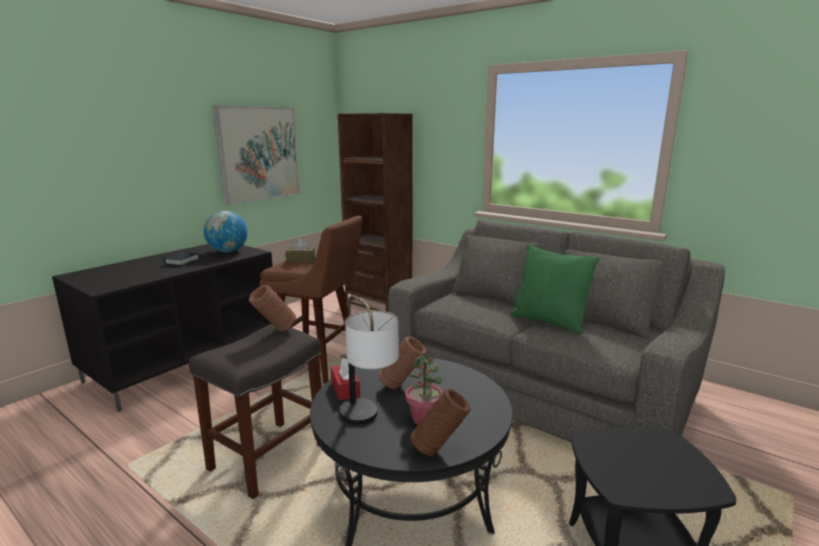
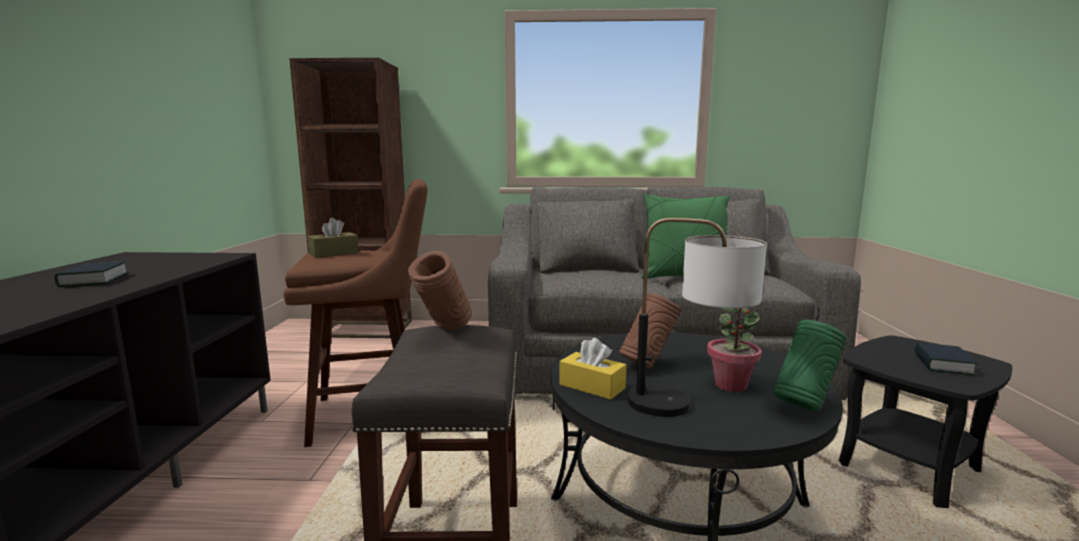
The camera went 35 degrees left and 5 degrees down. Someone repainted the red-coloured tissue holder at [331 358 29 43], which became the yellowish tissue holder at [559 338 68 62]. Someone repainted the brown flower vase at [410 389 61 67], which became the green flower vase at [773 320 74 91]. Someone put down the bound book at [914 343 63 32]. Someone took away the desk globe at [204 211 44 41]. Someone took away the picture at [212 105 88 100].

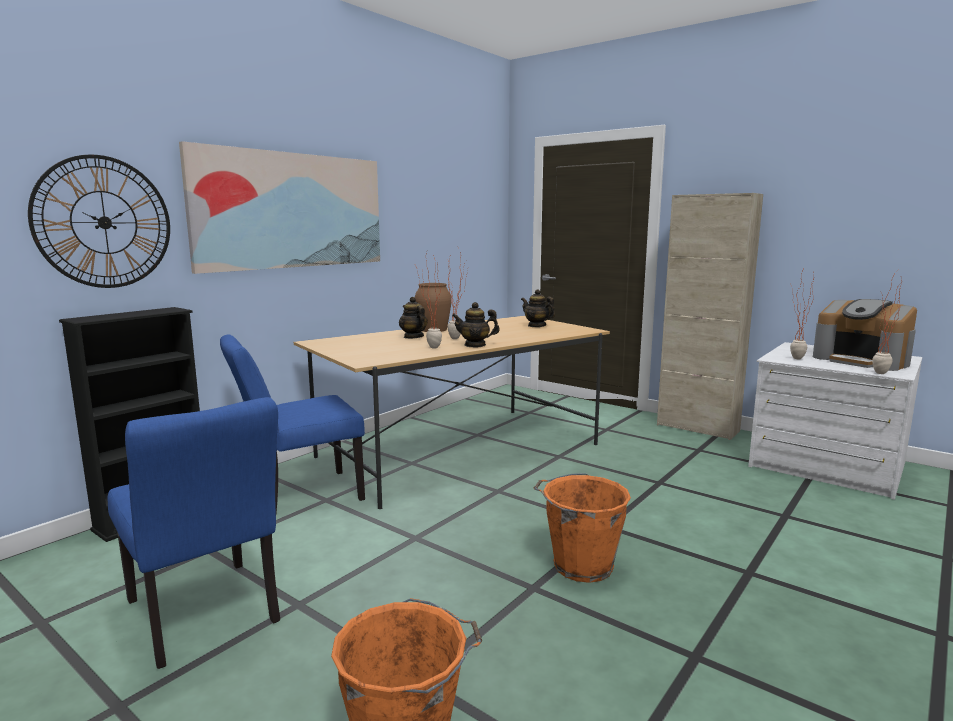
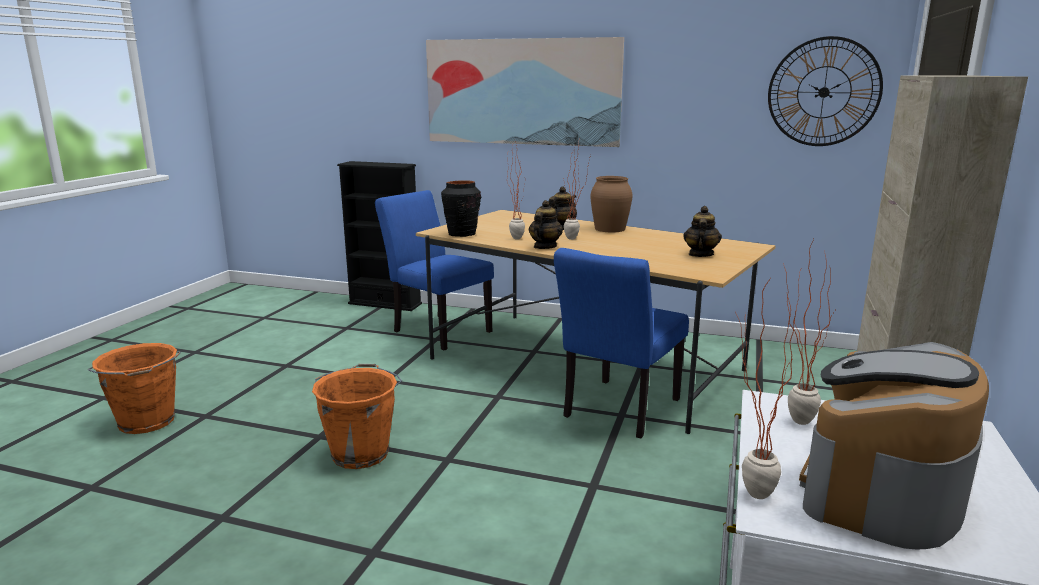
The camera went 70 degrees right and 5 degrees up. Someone put down the black flower vase at [441 180 40 57]. Someone rotated the teapot at [452 302 48 46] by 45 degrees clockwise. Someone carried the blue-coloured plain chair from [108 397 172 272] to [554 248 135 190]. Someone carried the wall clock from [28 154 142 134] to [768 36 115 110].

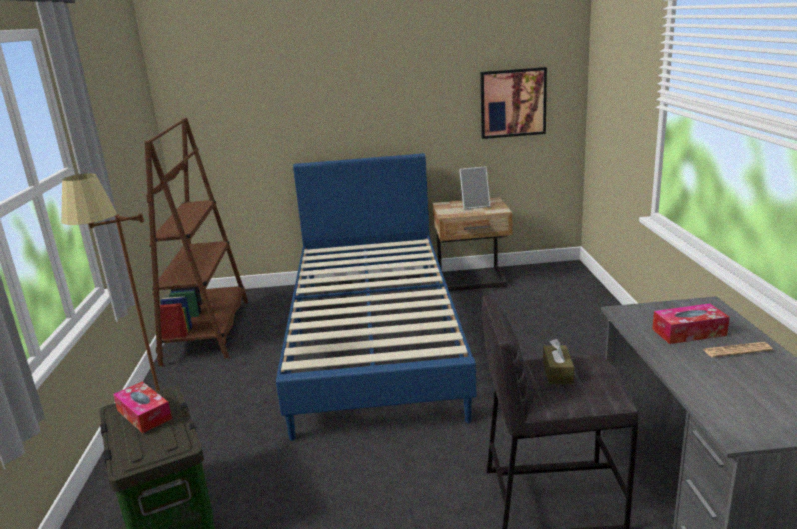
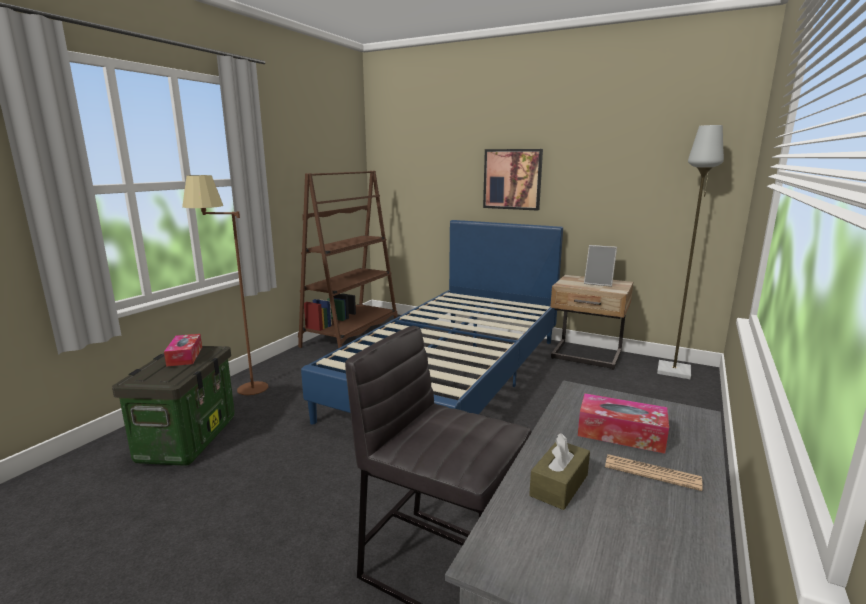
The camera went 30 degrees right and 5 degrees down. Someone carried the picture from [480 67 67 72] to [483 149 60 62]. Someone carried the brown tissue holder from [543 339 31 45] to [529 433 61 77]. Someone put down the greyish floor lamp at [657 125 67 254].

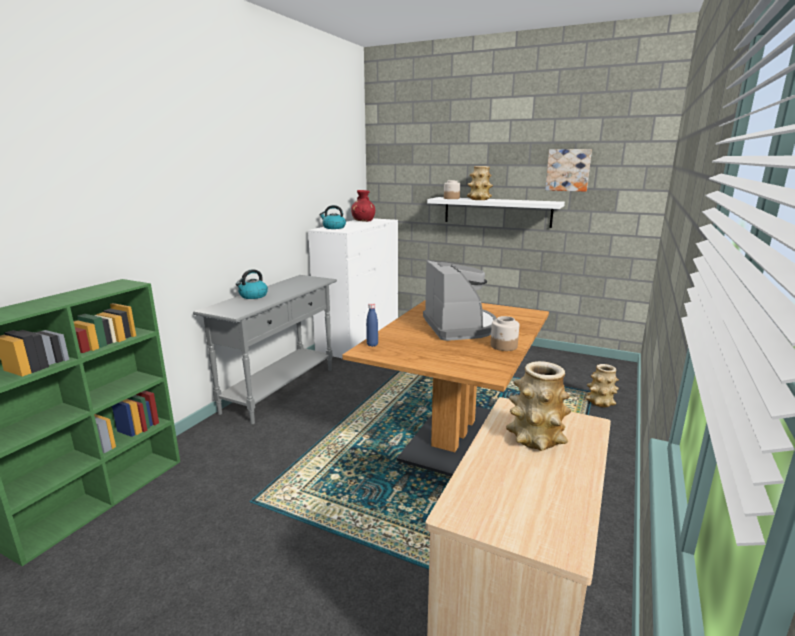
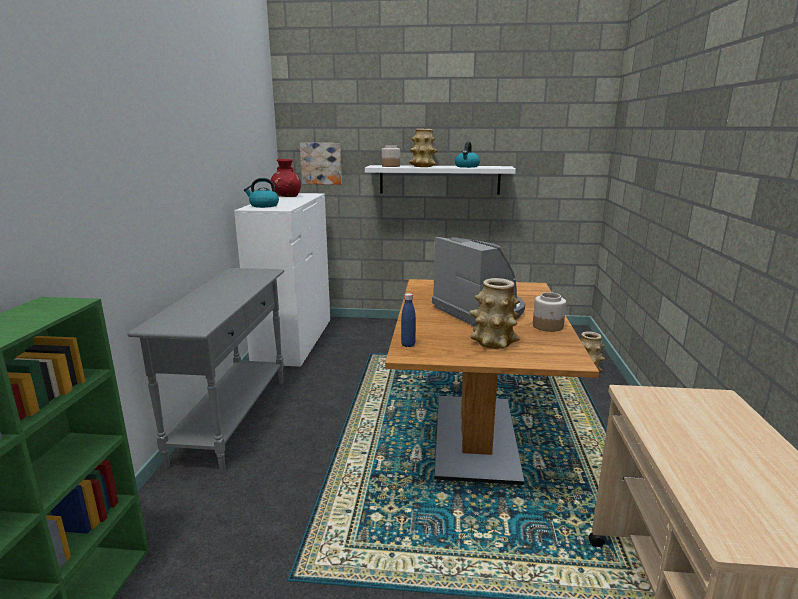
The camera went 20 degrees left and 0 degrees up. Someone carried the picture from [545 149 47 43] to [300 143 42 42]. Someone carried the tea kettle from [236 269 32 30] to [455 142 25 26]. Someone carried the flower vase from [506 361 65 90] to [469 278 51 71].

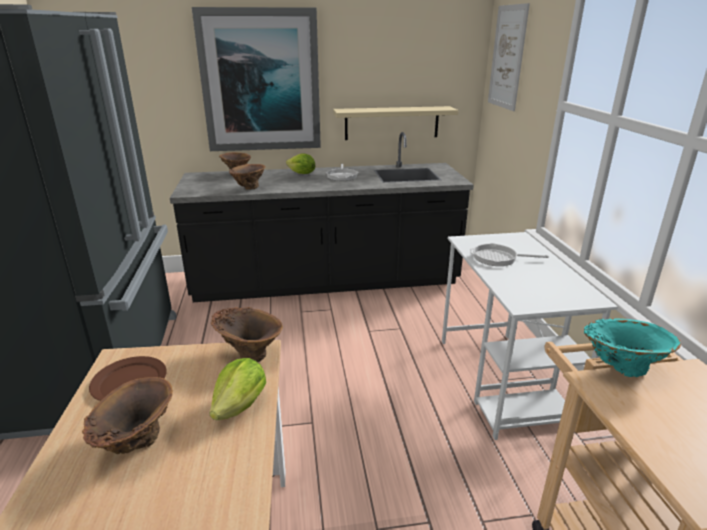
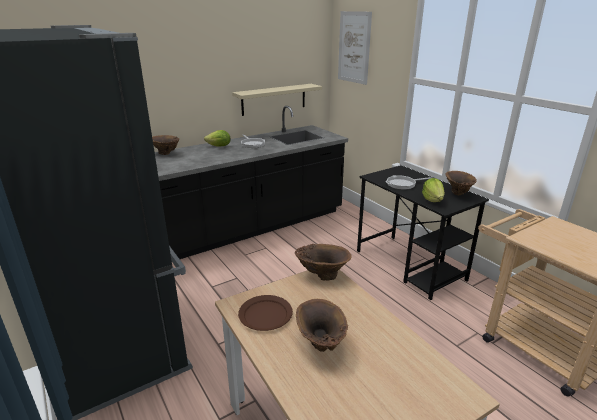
The camera went 25 degrees left and 0 degrees up. Someone repainted the whitish desk unit at [442 232 176 208], which became the black desk unit at [357 165 132 135]. Someone carried the lettuce from [210 358 56 62] to [422 178 23 24]. Someone carried the brown flower vase from [229 164 37 26] to [445 171 32 24]. Someone took away the picture at [192 7 129 144]. Someone took away the turquoise flower vase at [584 318 97 59].

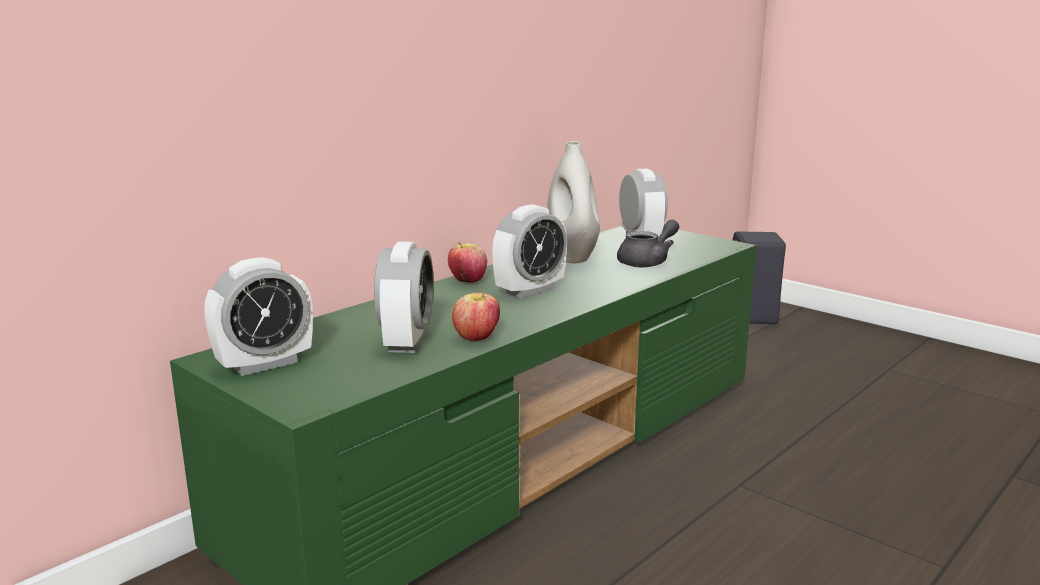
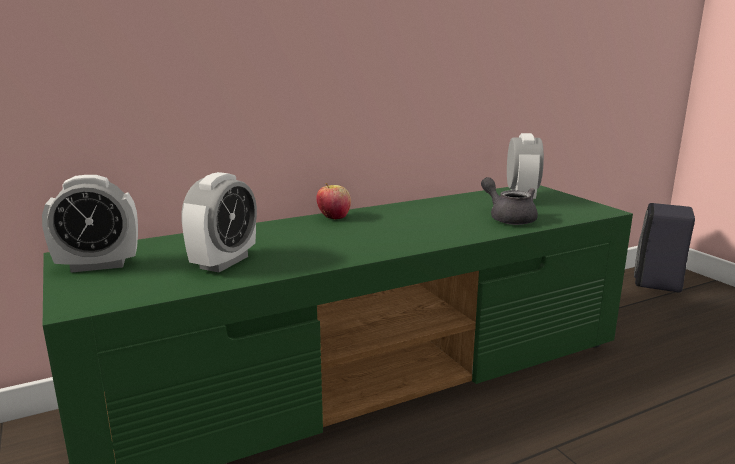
The camera went 20 degrees right and 0 degrees up. Someone rotated the greyish teapot at [617 219 62 48] by 105 degrees counterclockwise. Someone took away the whole apple at [452 293 48 48]. Someone took away the alarm clock at [492 204 75 95]. Someone took away the whitish flower vase at [547 141 53 122].

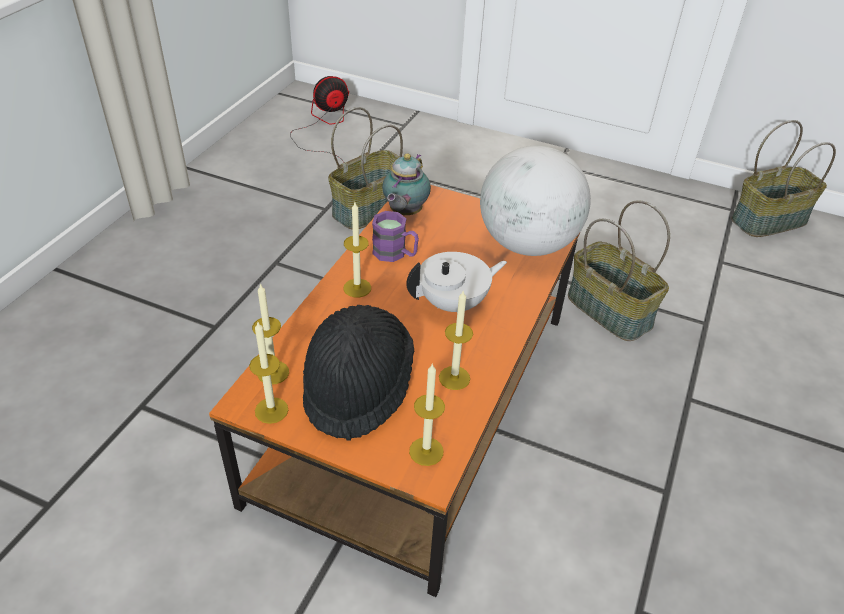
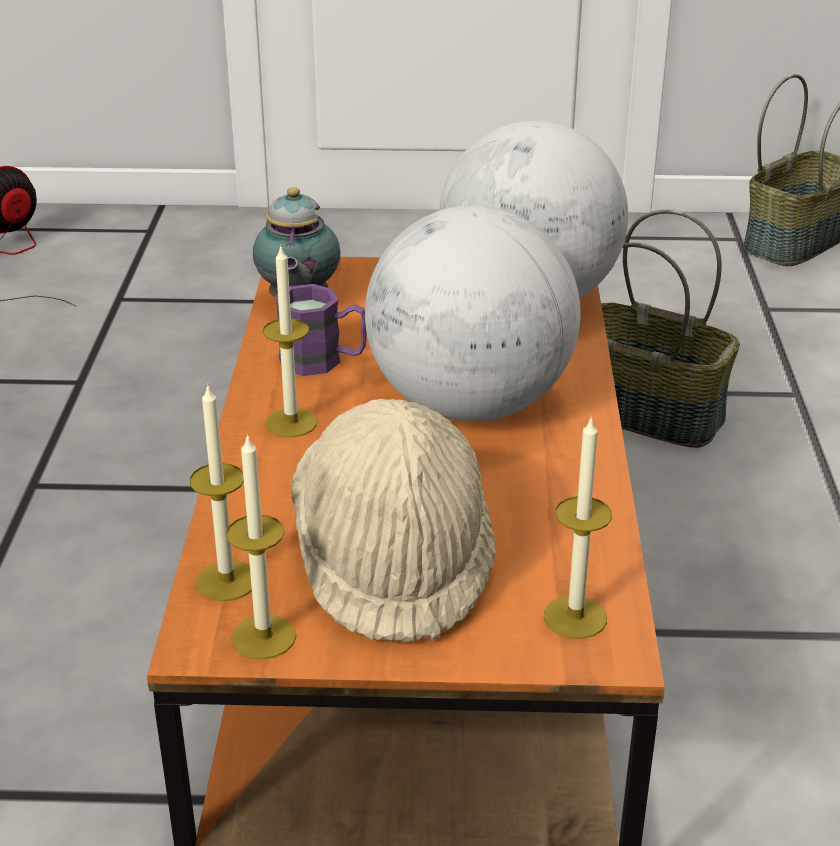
The camera went 20 degrees left and 10 degrees down. Someone repainted the black clothing hat at [303 305 111 136], which became the beige-coloured clothing hat at [291 399 205 243]. Someone swapped the whitish teapot at [406 252 101 60] for the desk globe at [365 205 215 217]. Someone took away the storage basket at [328 107 75 123]. Someone took away the wax candle at [439 291 34 99].

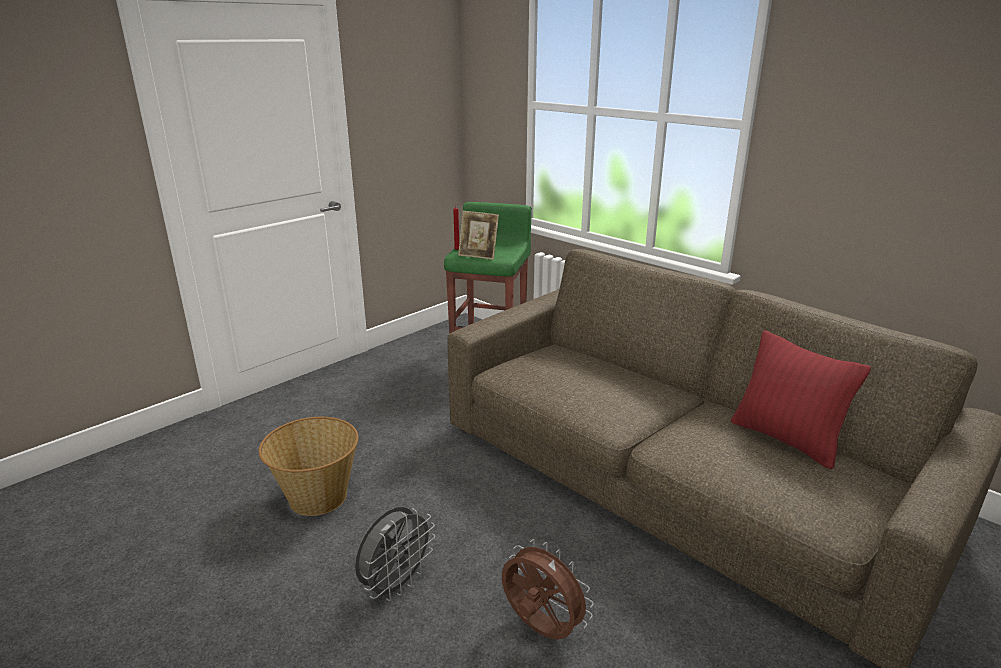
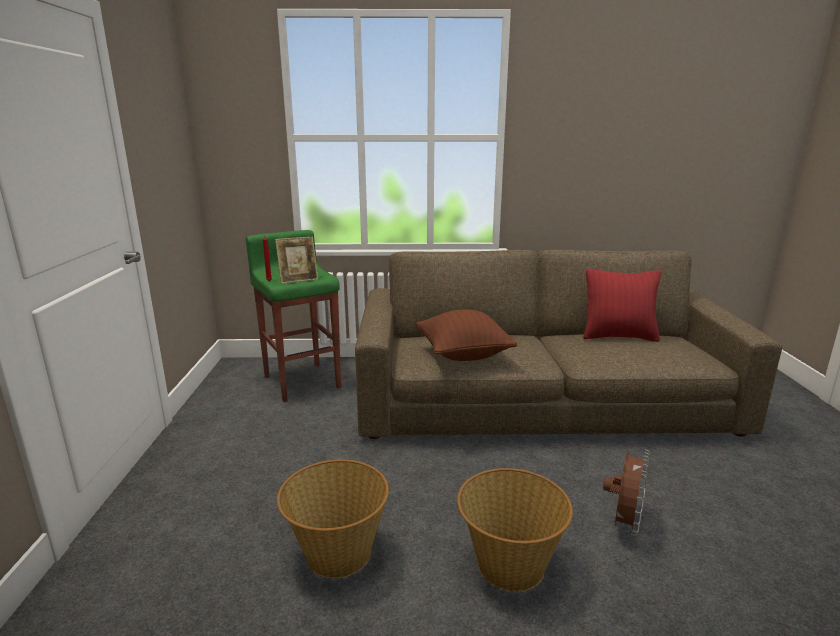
The camera went 45 degrees left and 5 degrees down. Someone put down the brown throw pillow at [416 309 101 52]. Someone swapped the greyish electric fan at [355 507 80 94] for the storage basket at [457 468 116 123]. Someone rotated the brown electric fan at [502 539 92 101] by 120 degrees clockwise.

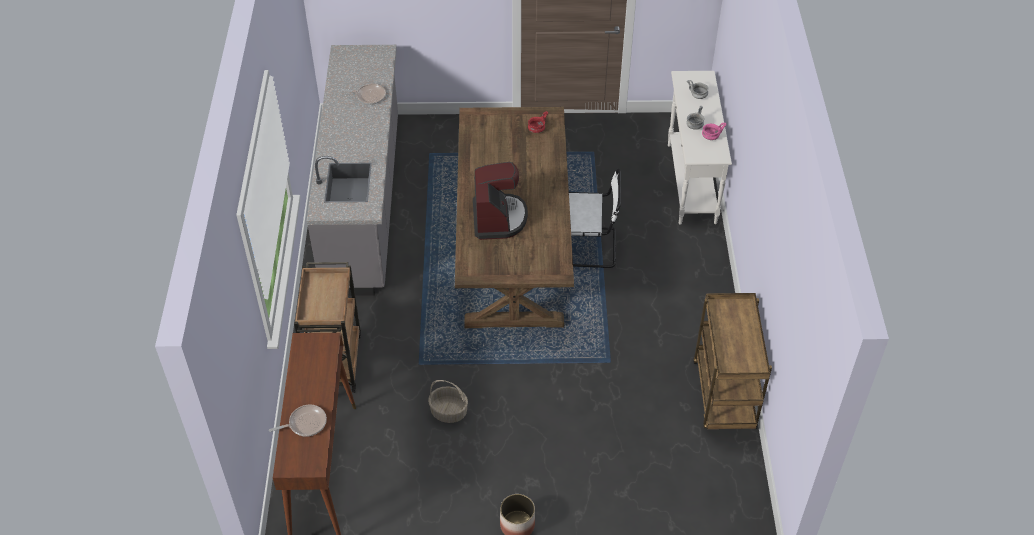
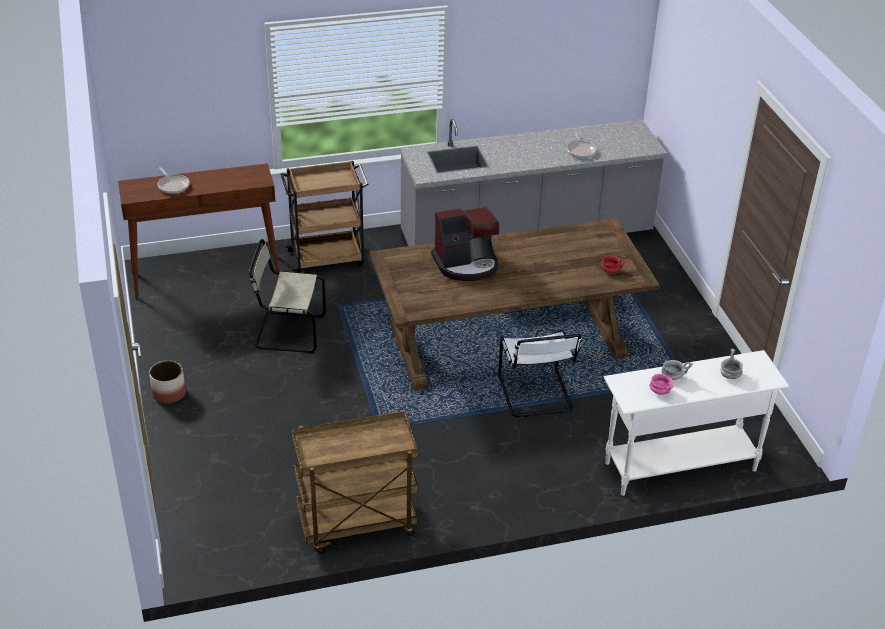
The camera went 75 degrees right and 10 degrees down. Someone swapped the storage basket at [428 380 40 43] for the beige-coloured plain chair at [249 239 77 115].

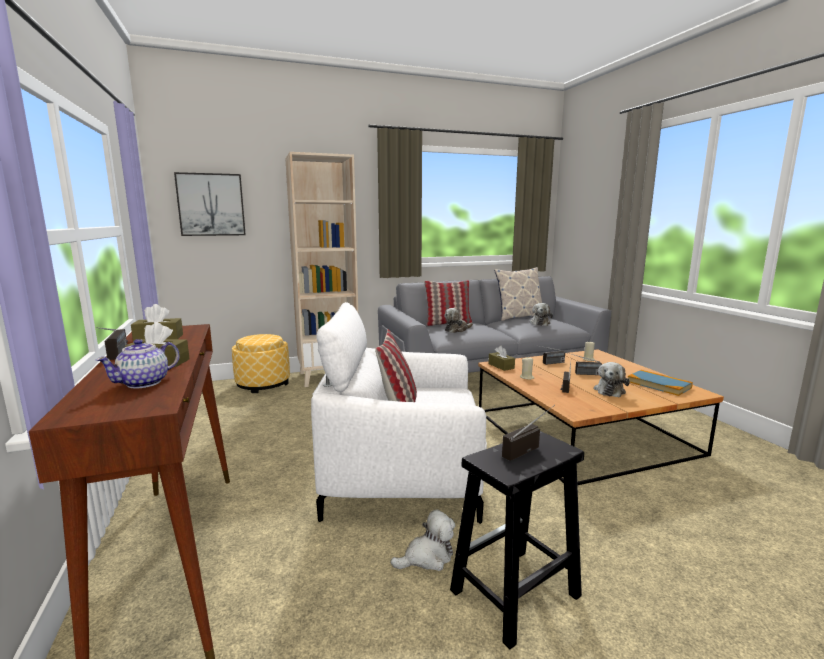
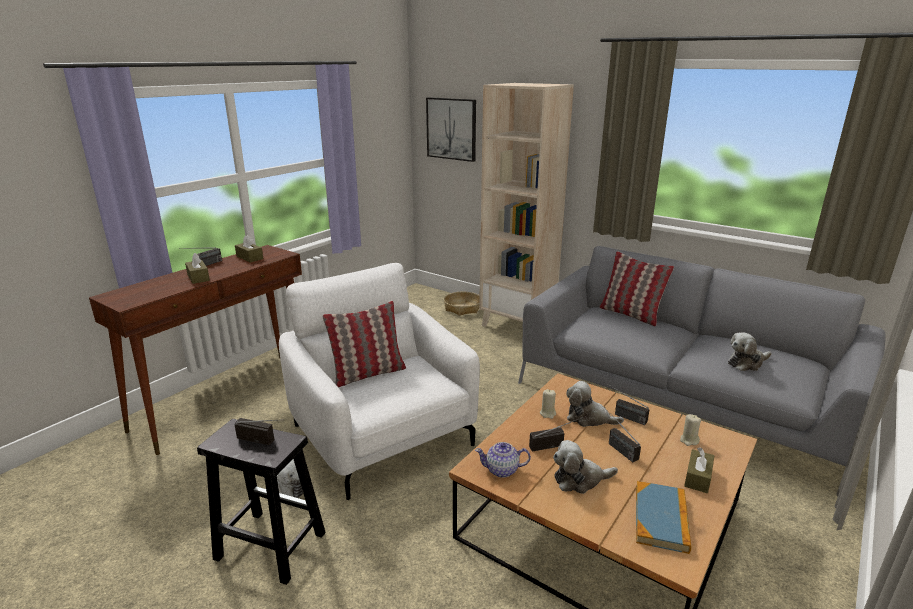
The camera went 55 degrees right and 10 degrees up. Someone swapped the pouffe at [232 334 58 59] for the storage basket at [444 292 36 24]. Someone carried the teapot from [96 339 84 50] to [475 442 56 36]. Someone carried the plush toy from [445 308 28 25] to [566 381 58 46]. Someone carried the brown tissue holder from [488 346 27 25] to [684 447 30 46]. Someone took away the throw pillow at [494 267 48 54].

